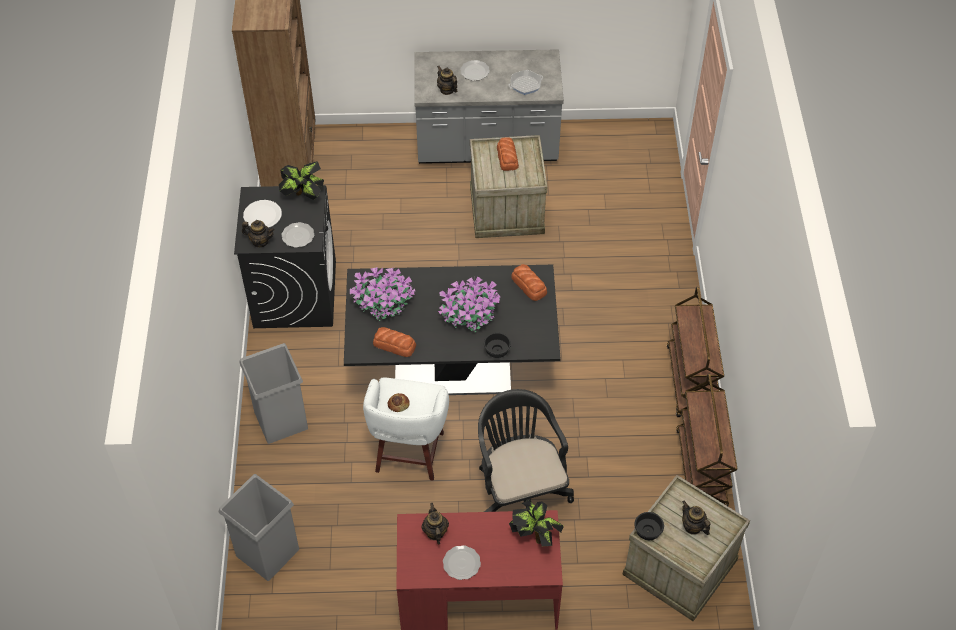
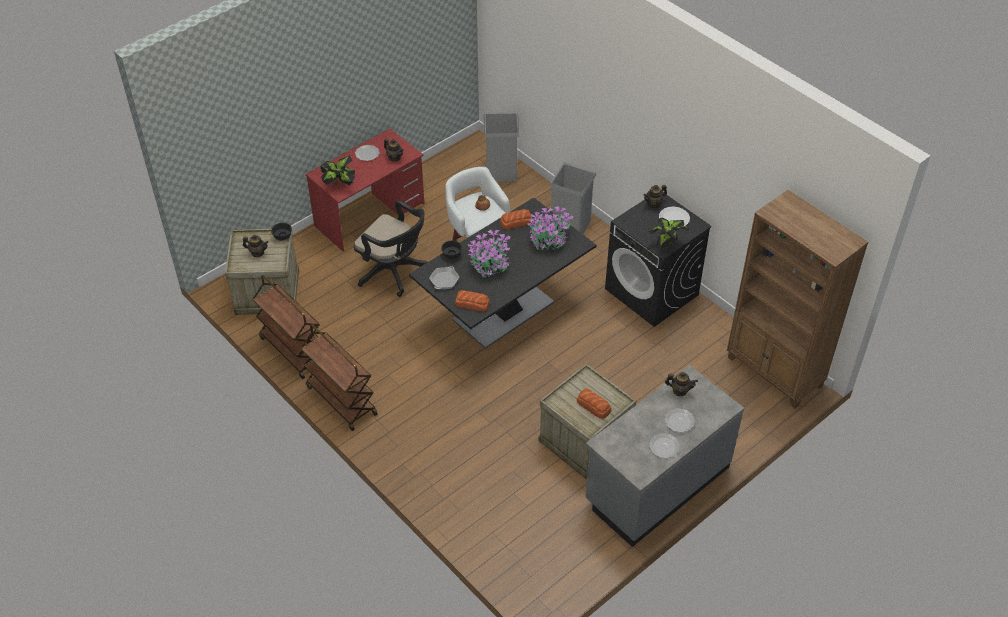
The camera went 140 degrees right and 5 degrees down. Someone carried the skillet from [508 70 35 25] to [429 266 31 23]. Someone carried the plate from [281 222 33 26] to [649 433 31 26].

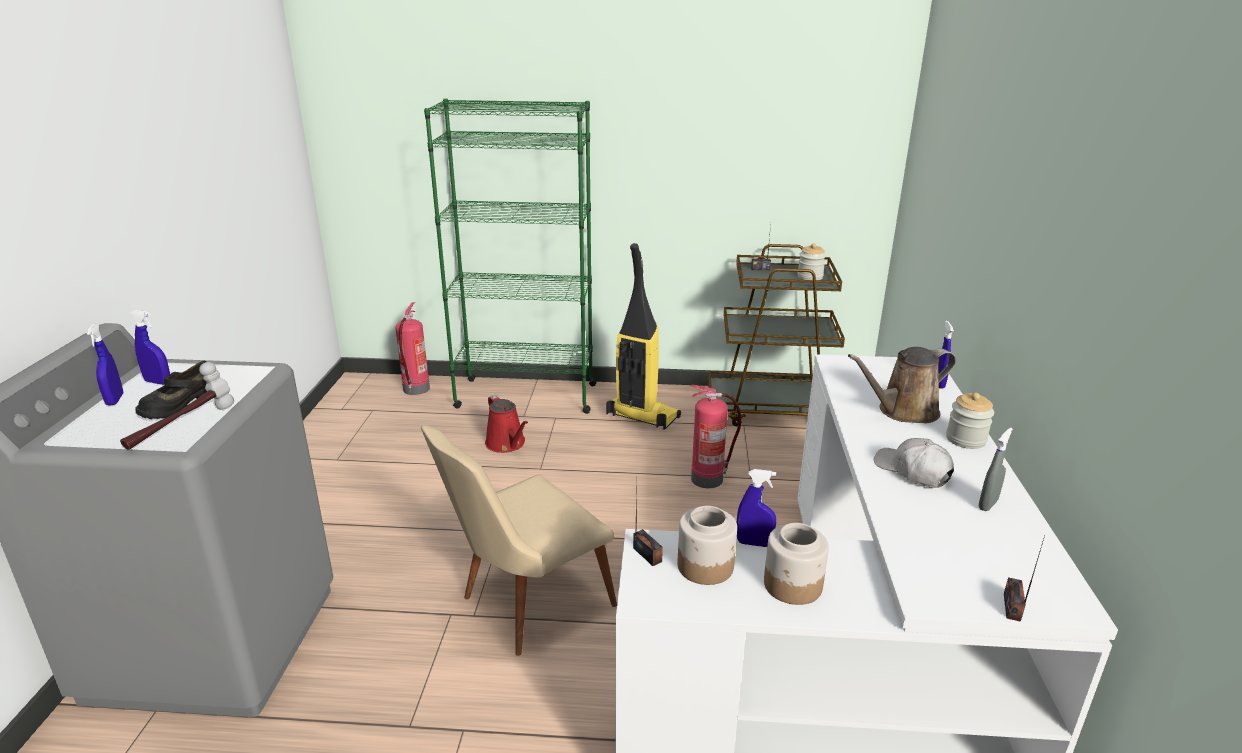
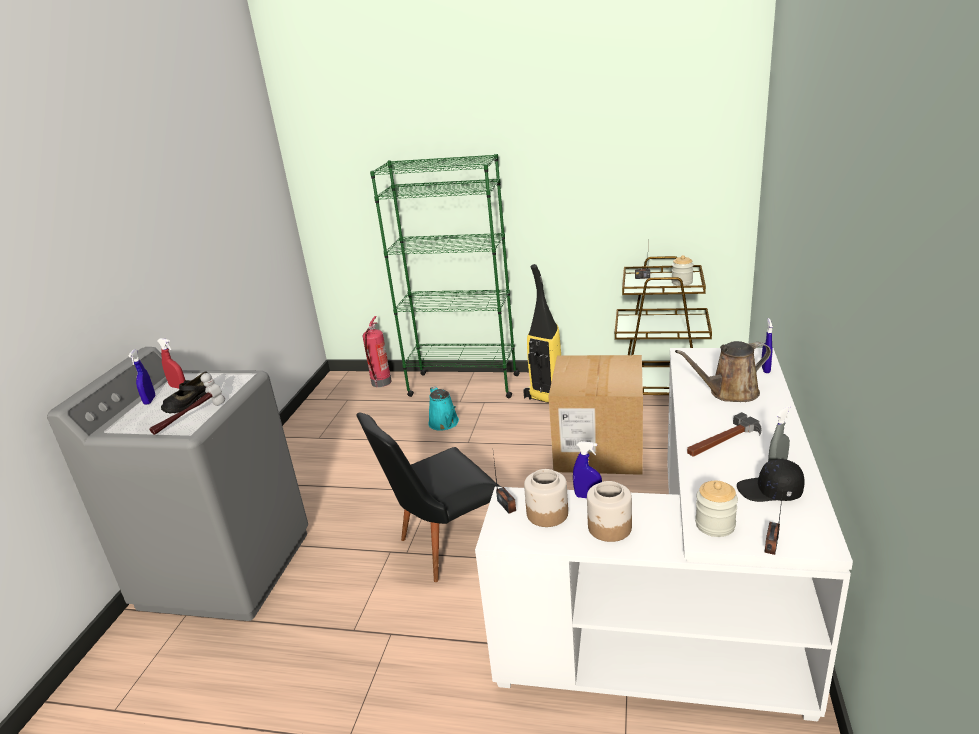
The camera went 10 degrees right and 0 degrees up. Someone repainted the blue-coloured sprayer at [130 310 40 75], which became the red-coloured sprayer at [158 338 27 51]. Someone repainted the beige-coloured plain chair at [421 425 196 231], which became the black plain chair at [356 412 145 170]. Someone repainted the red-coloured watering can at [485 395 43 58], which became the turquoise watering can at [428 386 31 45]. Someone swapped the fire-fighting cylinder at [691 385 50 103] for the carton at [548 355 95 120]. Someone swapped the whitish baseball cap at [874 438 80 50] for the hammer at [687 412 74 45]. Someone carried the jar from [946 393 48 56] to [695 481 43 56]. Someone put down the black baseball cap at [737 459 68 43].

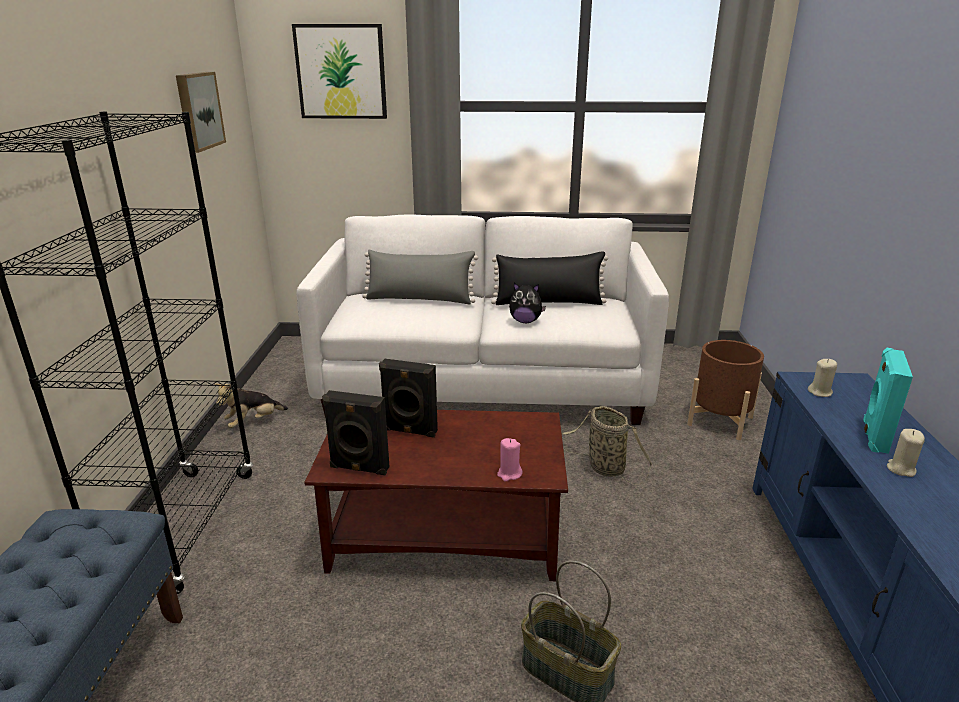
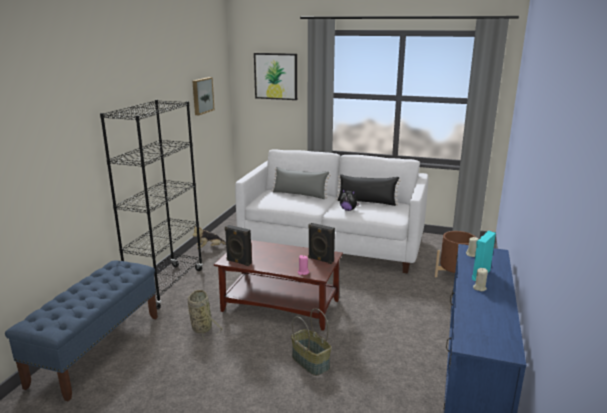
The camera went 15 degrees right and 5 degrees down. Someone carried the storage basket from [562 406 90 78] to [188 290 35 50]. Someone carried the black audio speaker from [379 359 59 79] to [308 223 27 41].

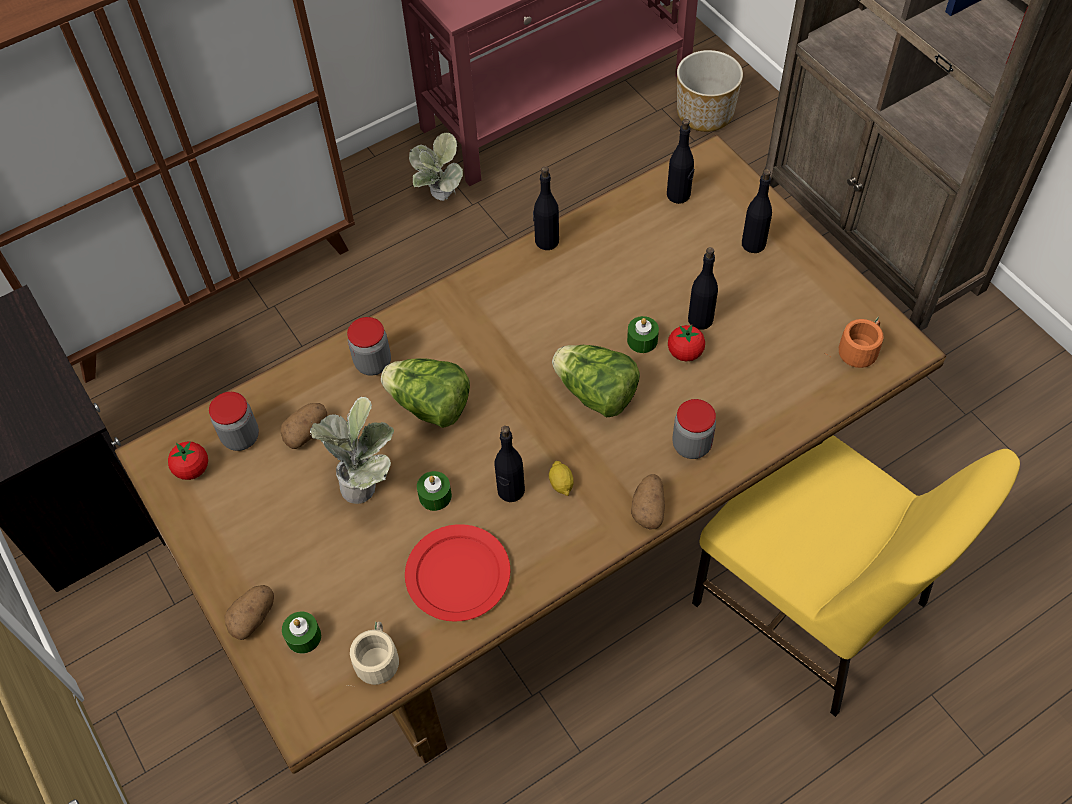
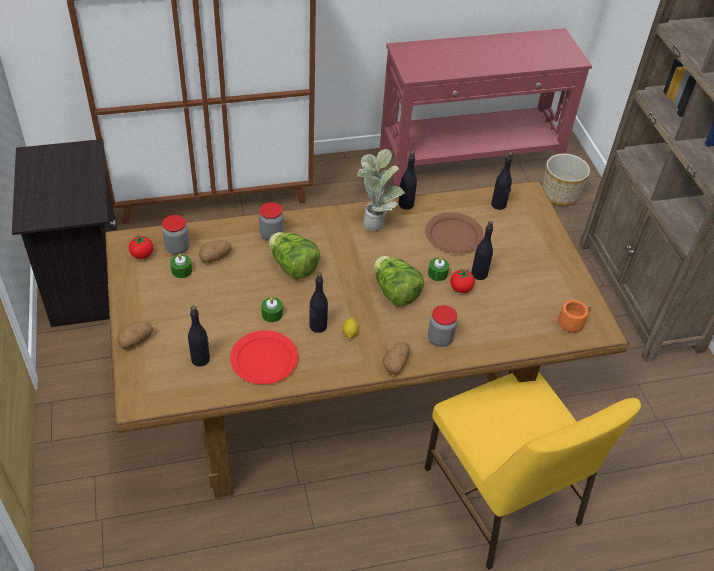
The camera went 15 degrees right and 10 degrees down. Someone carried the green wax candle from [282 612 39 42] to [170 254 22 24]. Someone carried the black drink bottle from [742 169 30 84] to [188 305 22 61]. Someone carried the houseplant from [310 397 84 107] to [361 166 44 65]. Someone put down the brown plate at [425 212 59 41]. Someone took away the beige-coloured tea mug at [345 622 54 64].

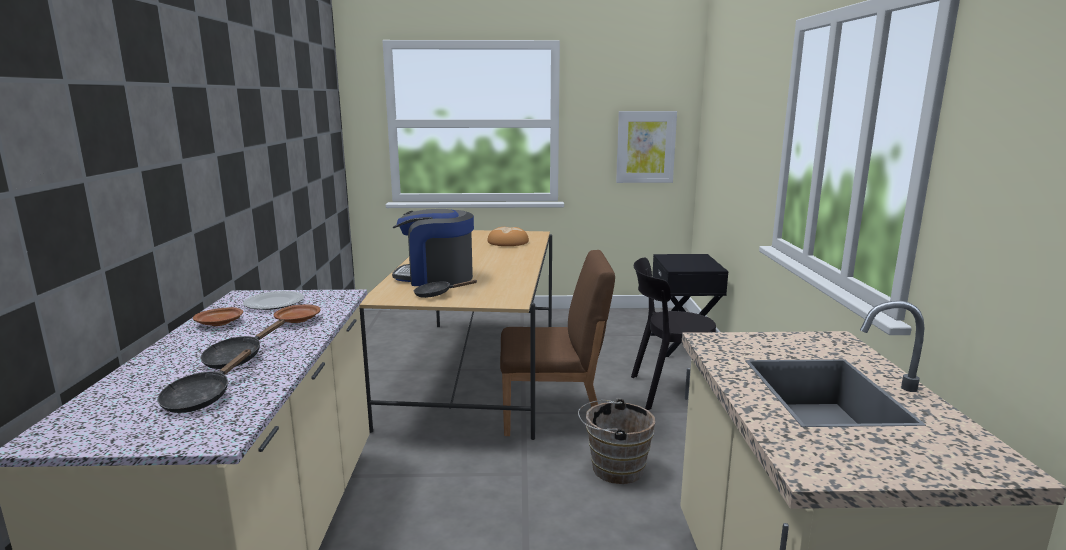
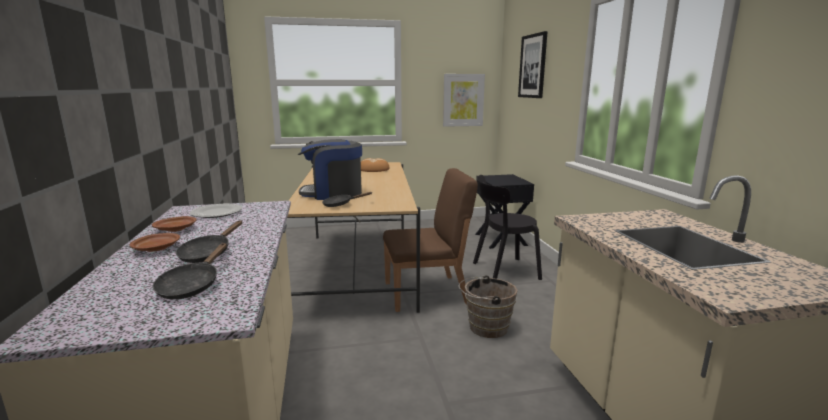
The camera went 10 degrees left and 0 degrees up. Someone carried the brown plate from [274 305 46 18] to [130 233 50 19]. Someone put up the picture at [518 31 30 67].

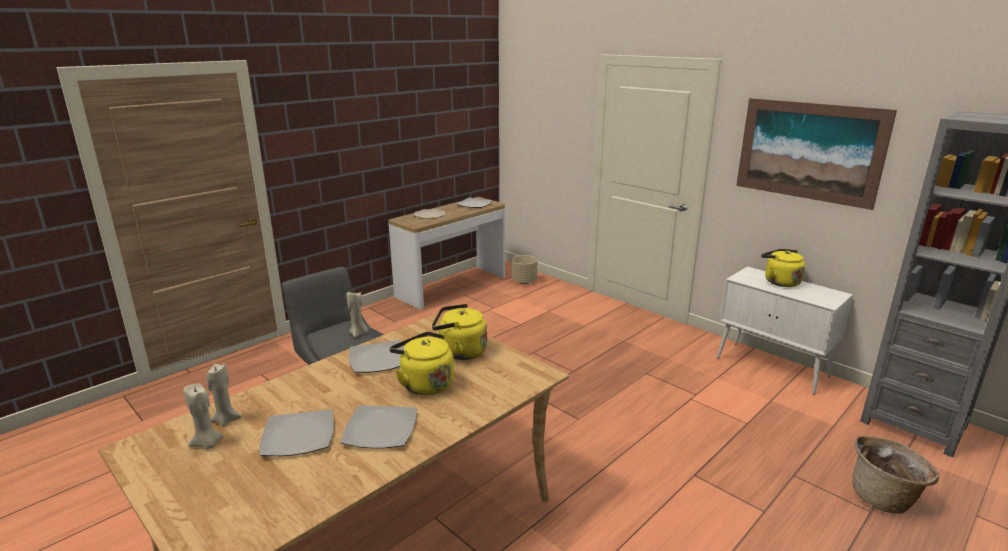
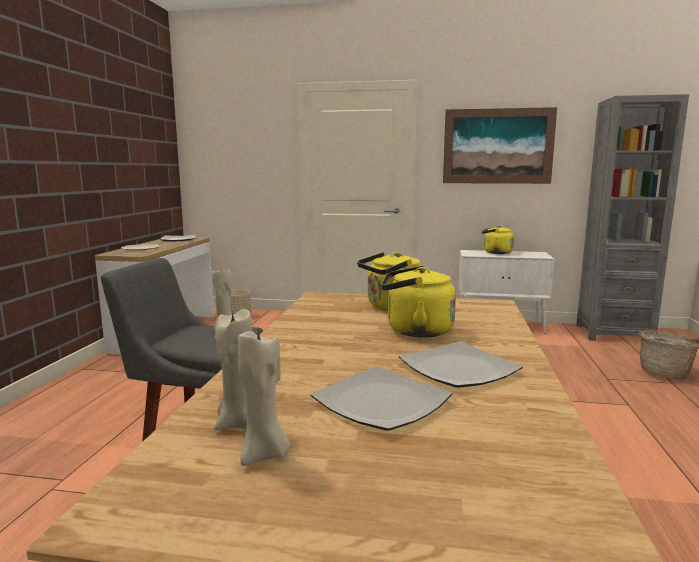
The camera went 35 degrees left and 10 degrees down. Someone took away the plate at [349 340 55 33].

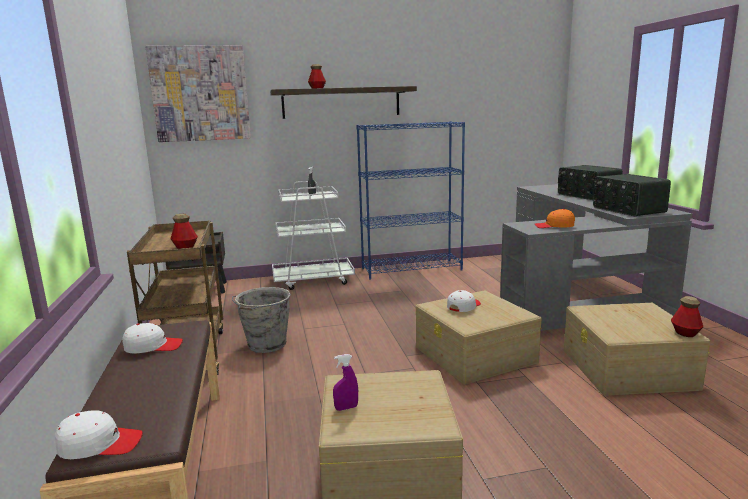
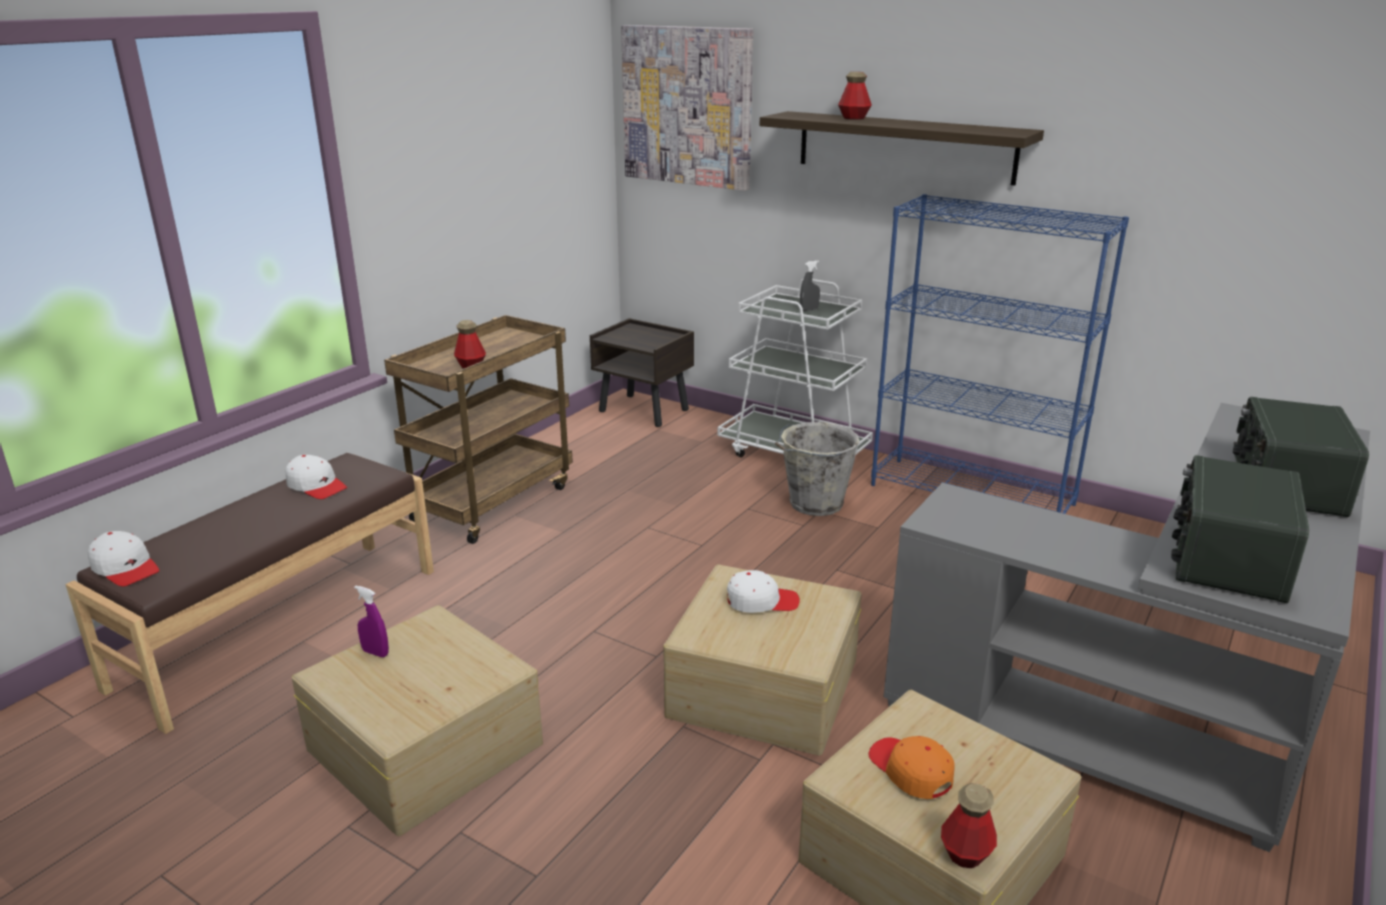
The camera went 45 degrees right and 10 degrees up. Someone carried the greyish pail from [232 287 59 66] to [775 422 85 94]. Someone carried the orange-coloured baseball cap from [535 209 40 19] to [868 736 86 63].

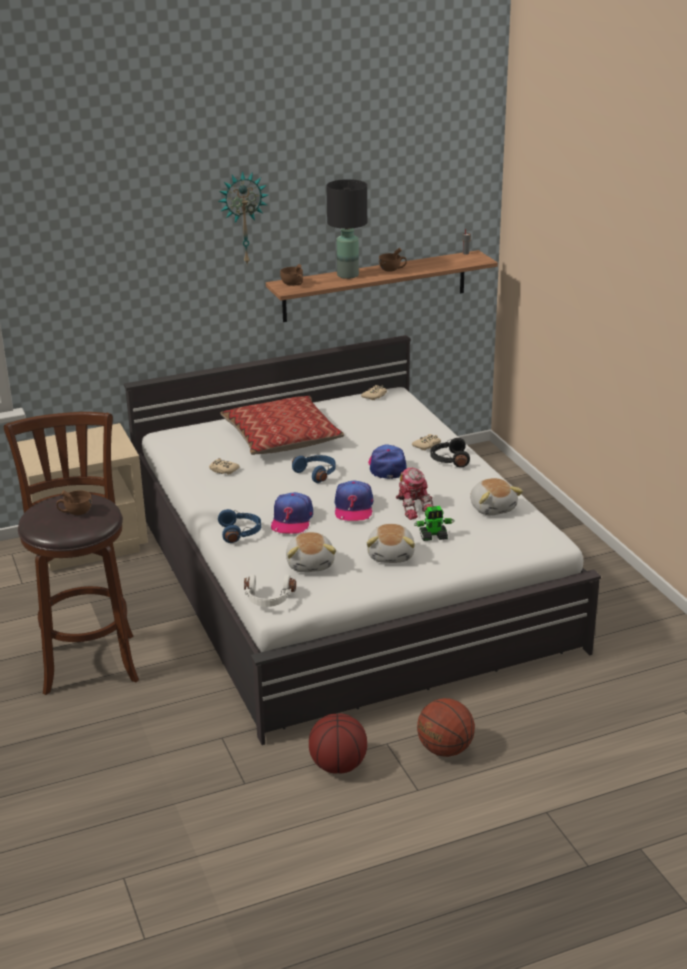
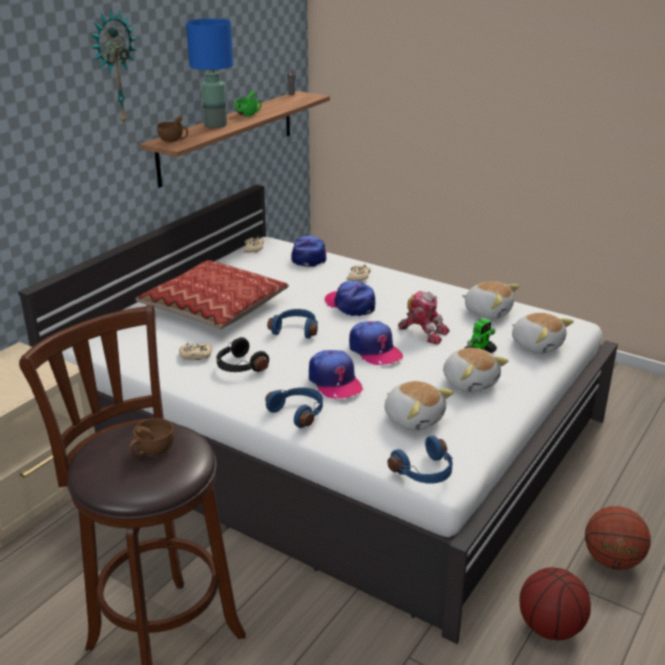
The camera went 35 degrees left and 0 degrees up. Someone repainted the black tabletop lamp at [327 179 40 100], which became the blue-coloured tabletop lamp at [186 18 47 110]. Someone carried the black headphones from [431 438 39 29] to [217 337 52 35]. Someone repainted the brown small cup at [379 248 28 24], which became the green small cup at [235 90 27 27]. Someone put down the baseball cap at [291 235 36 32]. Someone repainted the whitish headphones at [244 574 52 33], which became the blue-coloured headphones at [387 436 66 48]. Someone put down the plush toy at [512 313 62 41].

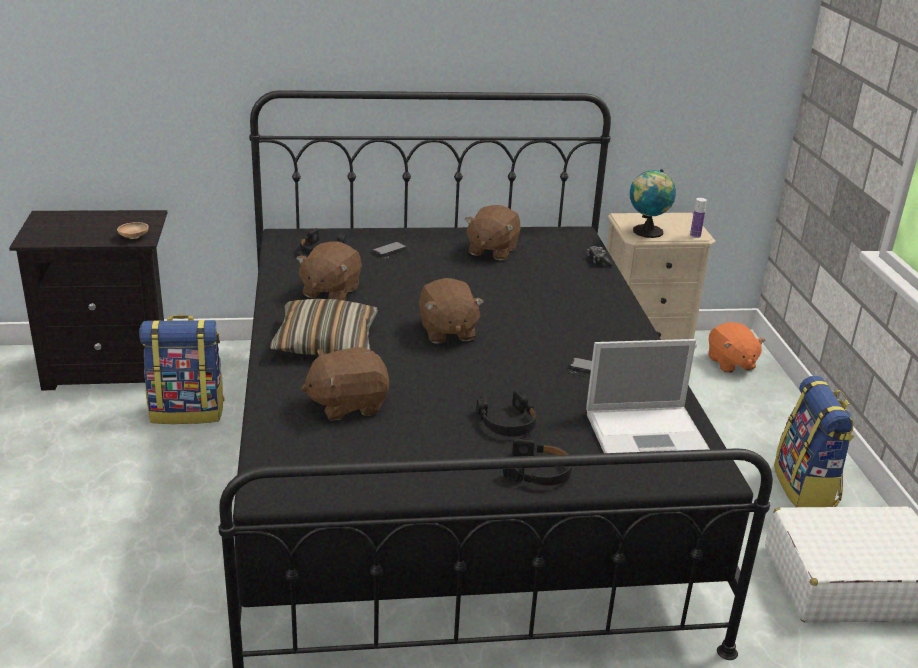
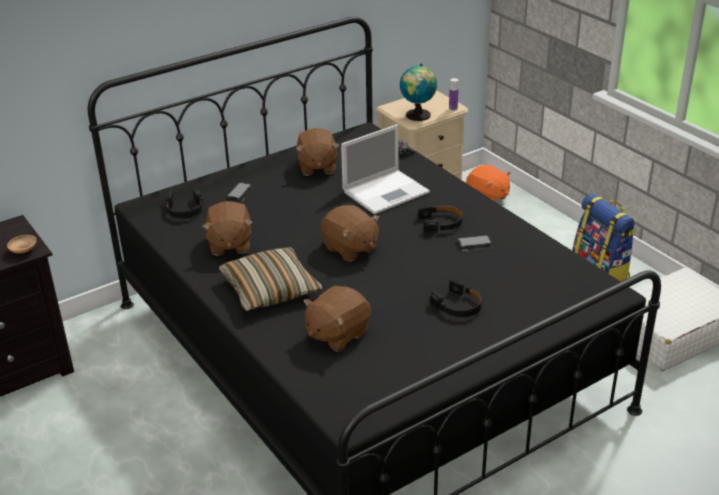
The camera went 25 degrees left and 5 degrees up. Someone carried the notebook computer from [586 339 123 114] to [341 124 89 91]. Someone carried the black headphones from [503 438 69 47] to [418 205 45 28]. Someone took away the knapsack at [139 315 86 109].

